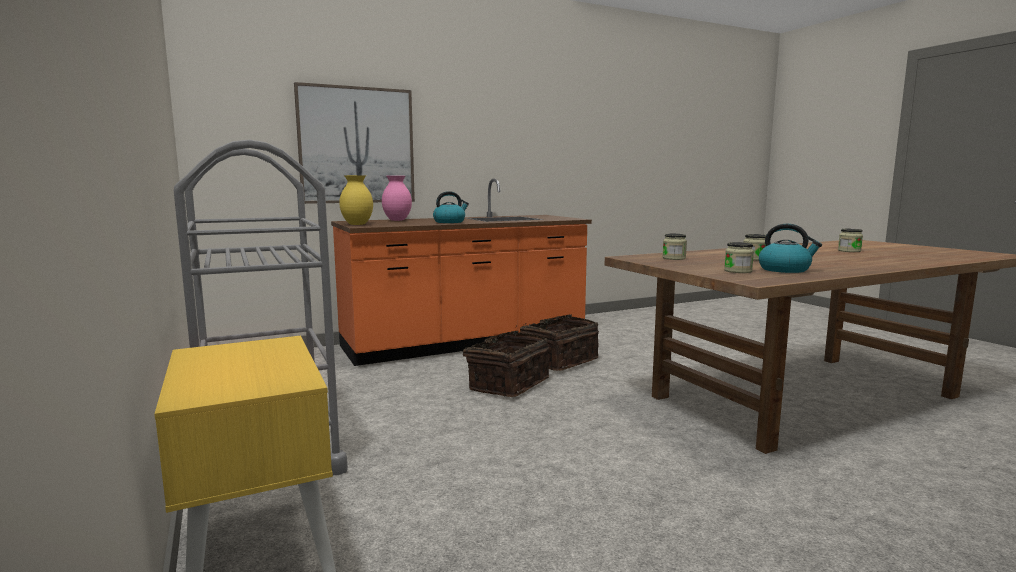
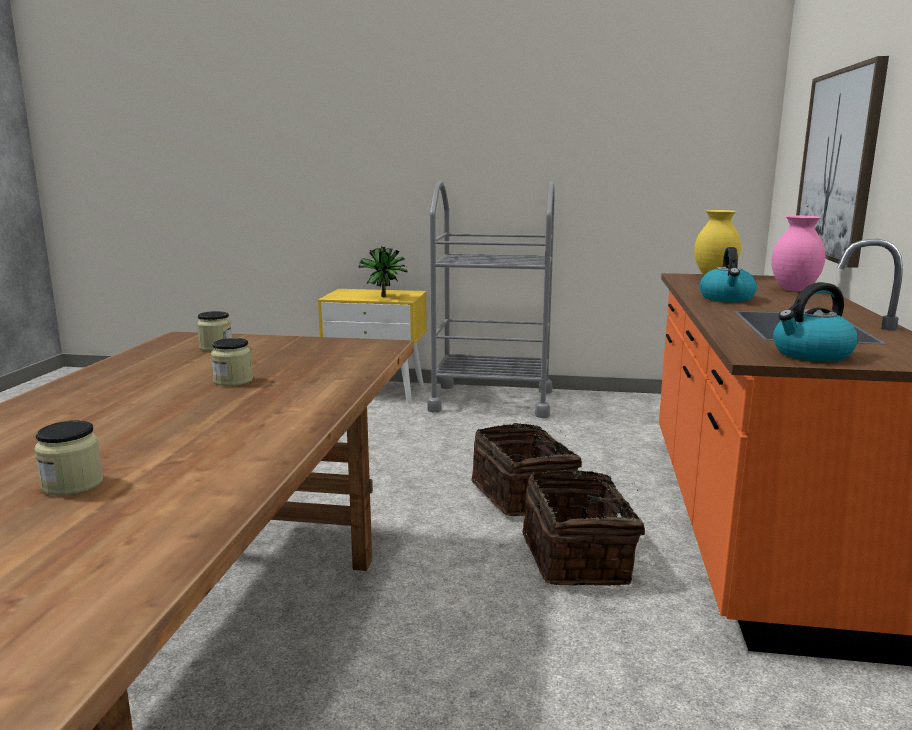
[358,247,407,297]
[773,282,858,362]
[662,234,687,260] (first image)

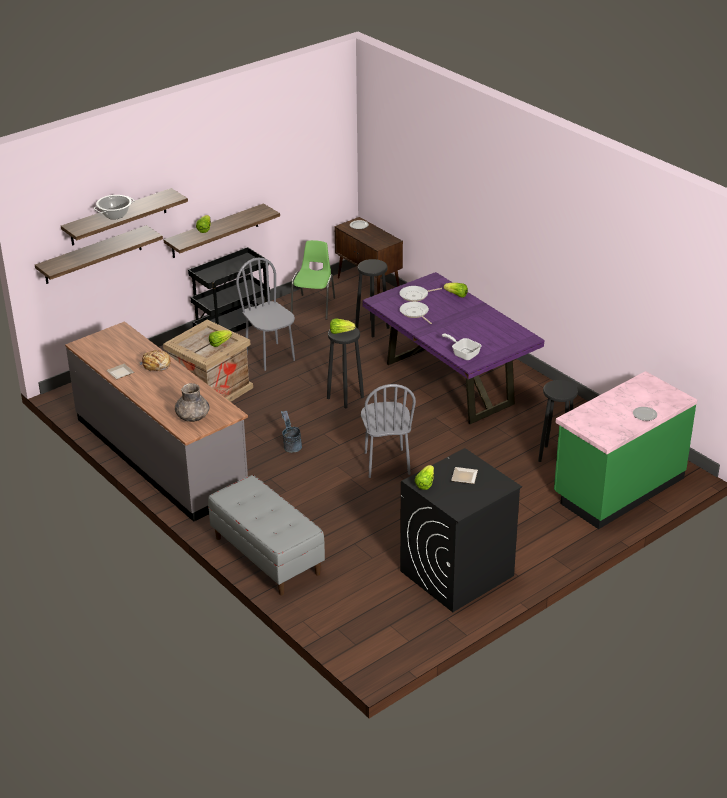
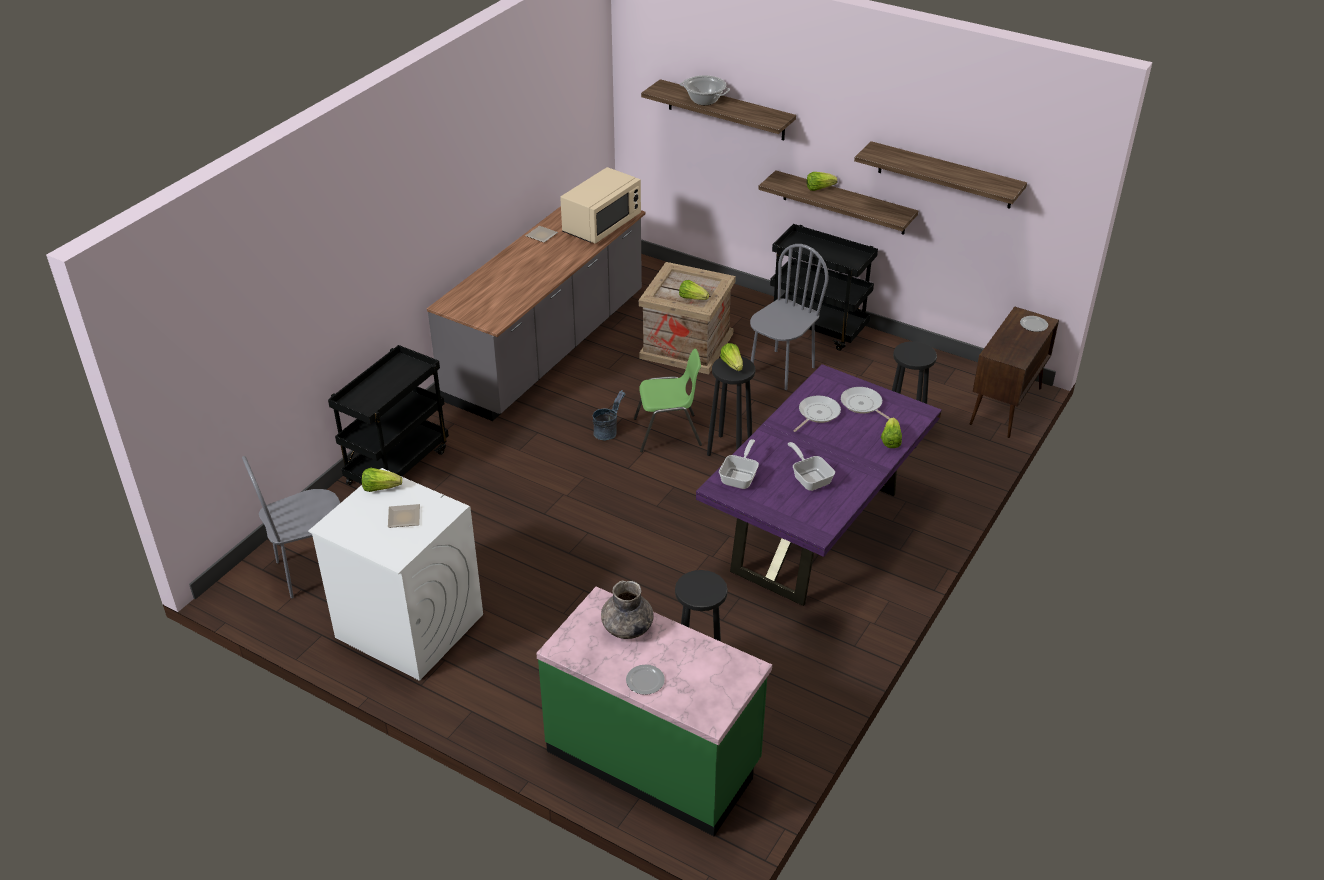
[242,456,340,598]
[308,468,483,681]
[328,345,449,485]
[560,167,641,244]
[601,581,654,639]
[634,349,702,452]
[788,442,835,491]
[854,141,1027,209]
[139,350,170,372] (first image)

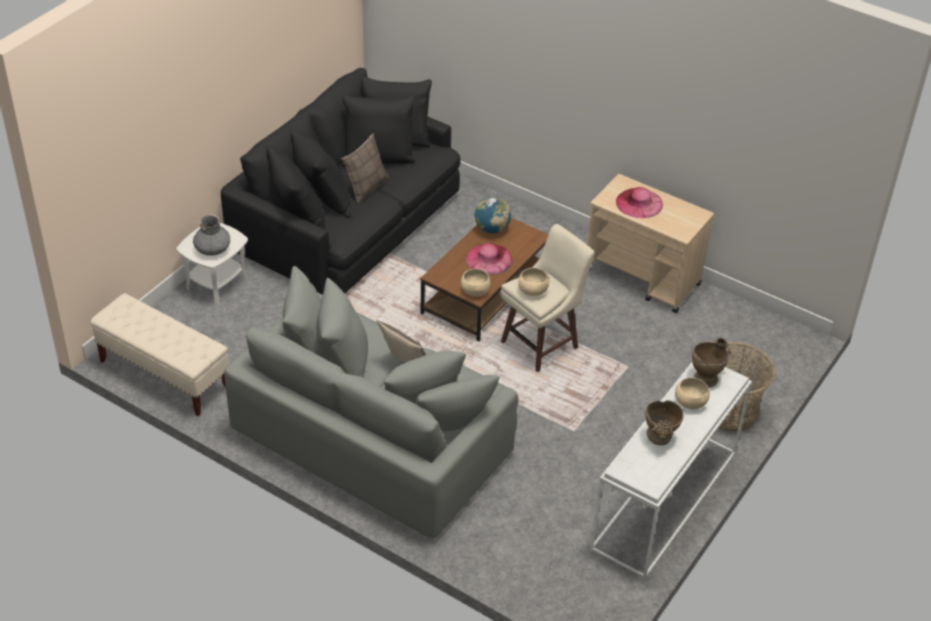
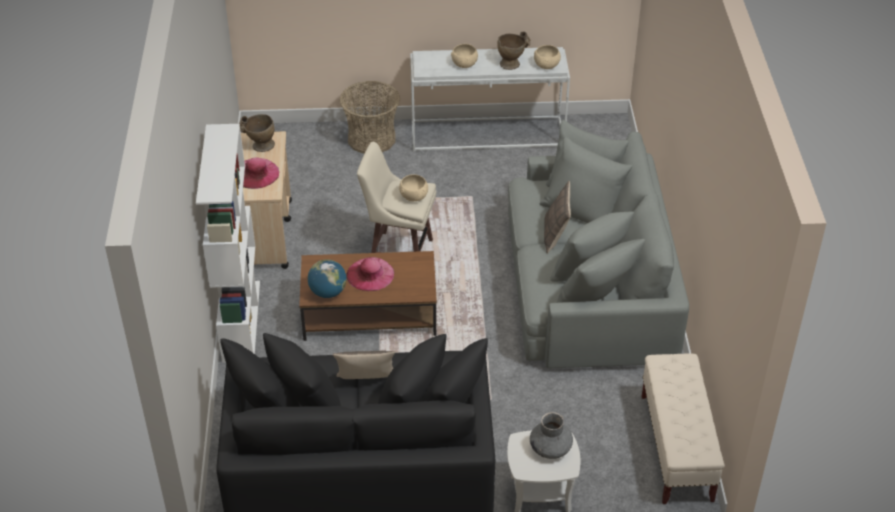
[196,124,260,363]
[239,114,275,152]
[534,45,561,69]

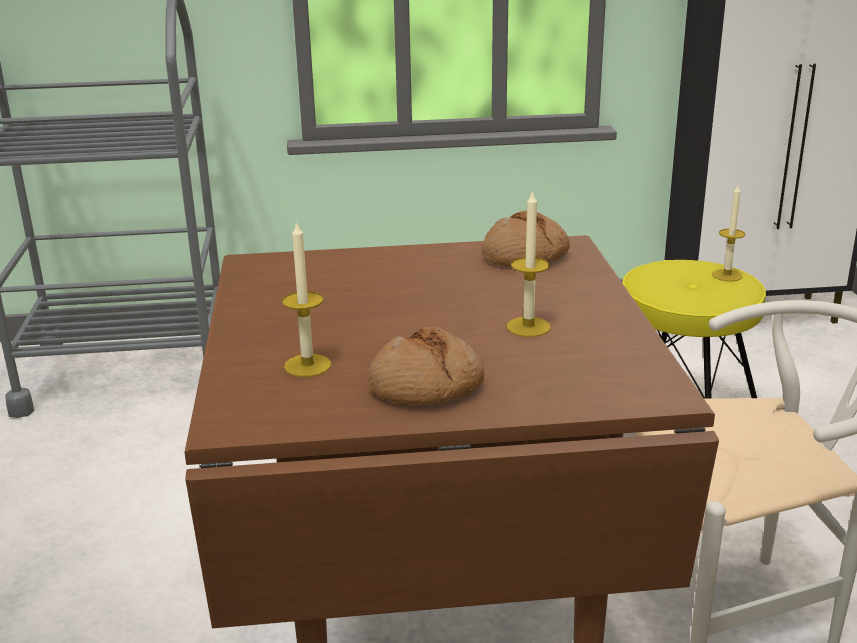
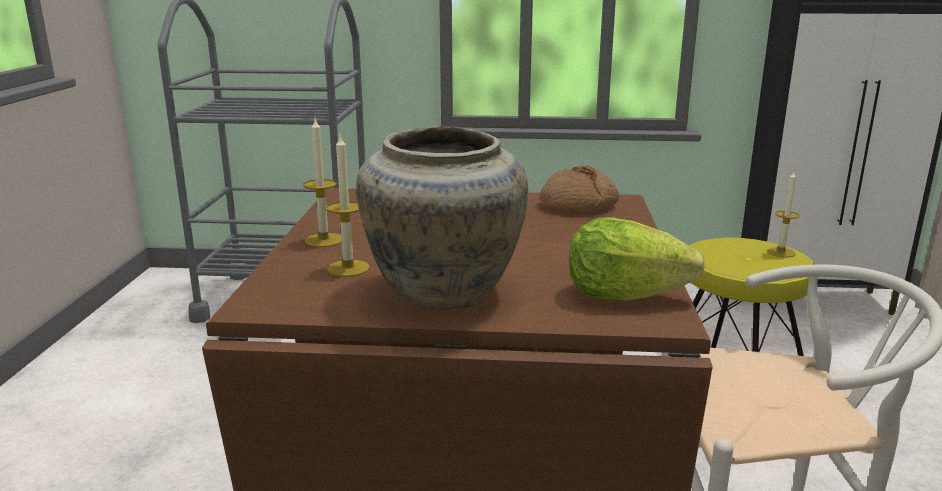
[303,119,341,247]
[356,126,528,310]
[569,217,705,301]

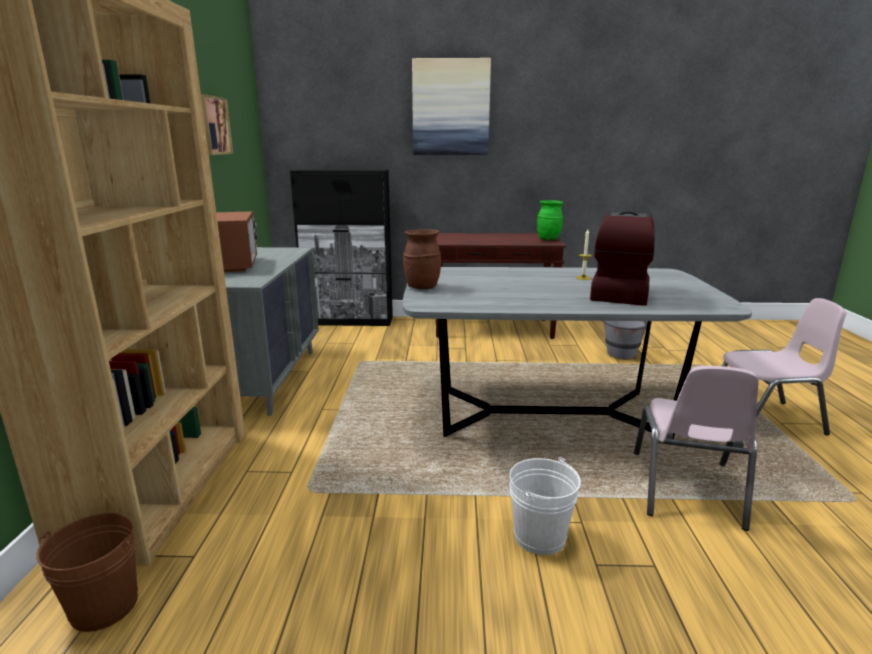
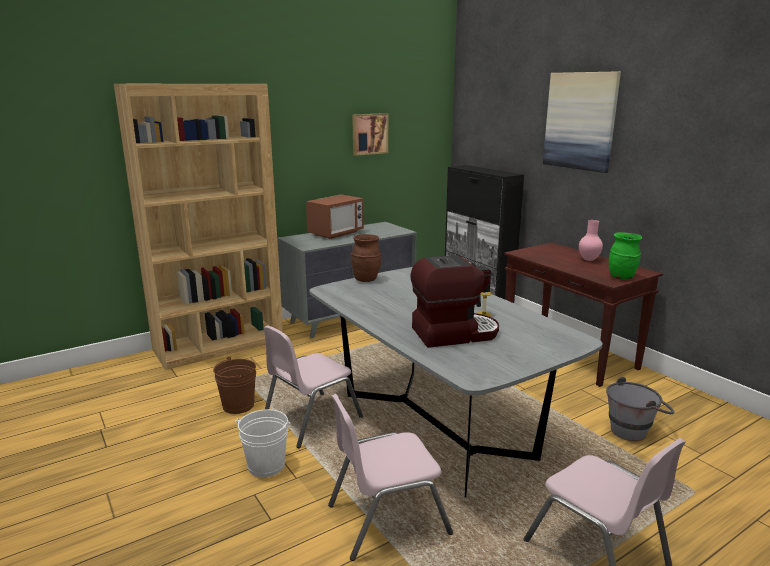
[213,357,256,414]
[263,326,363,448]
[579,220,603,261]

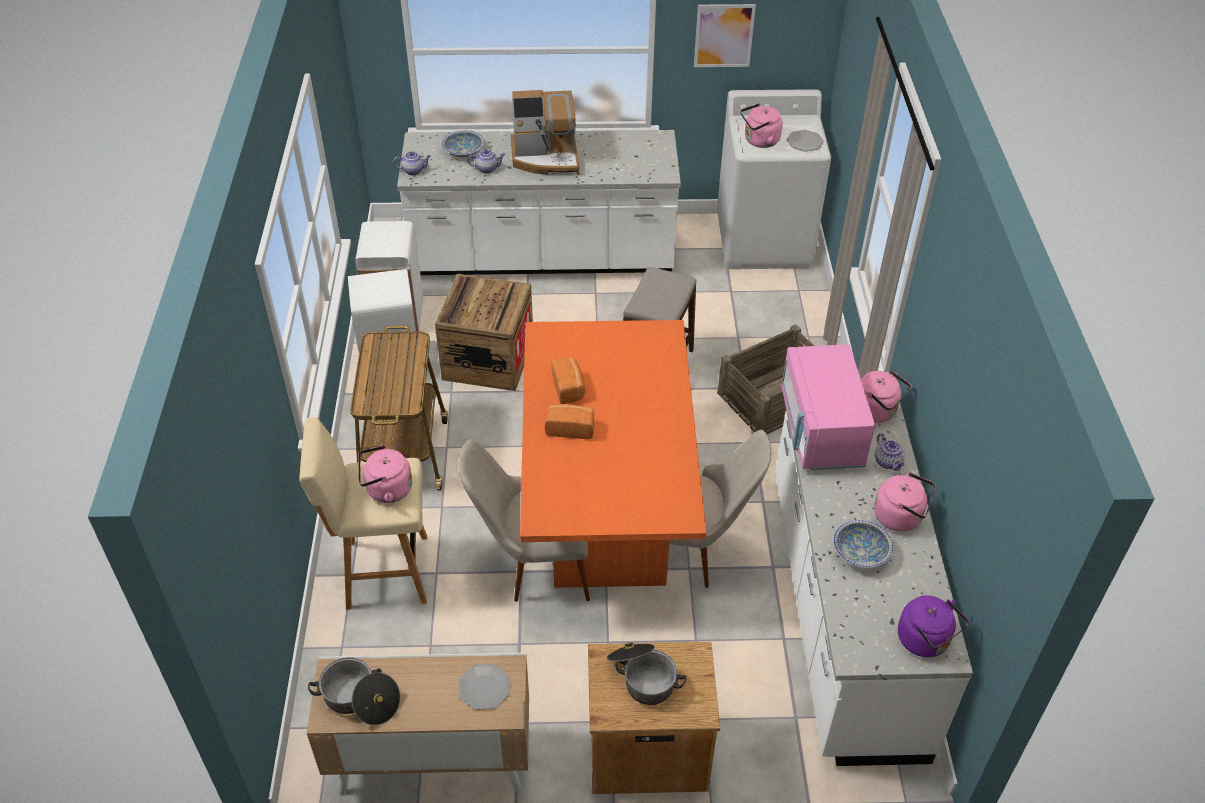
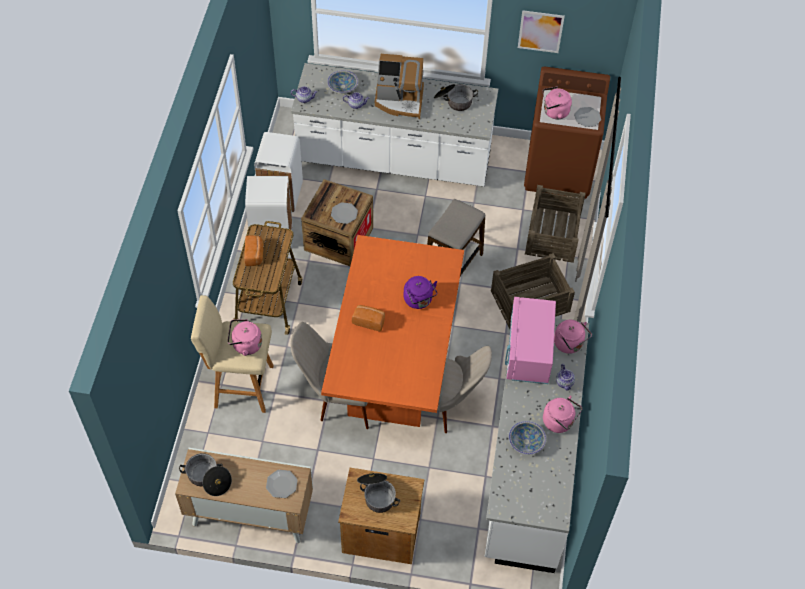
[244,235,264,266]
[331,202,358,224]
[404,276,437,309]
[434,84,478,111]
[524,67,610,199]
[525,185,586,263]

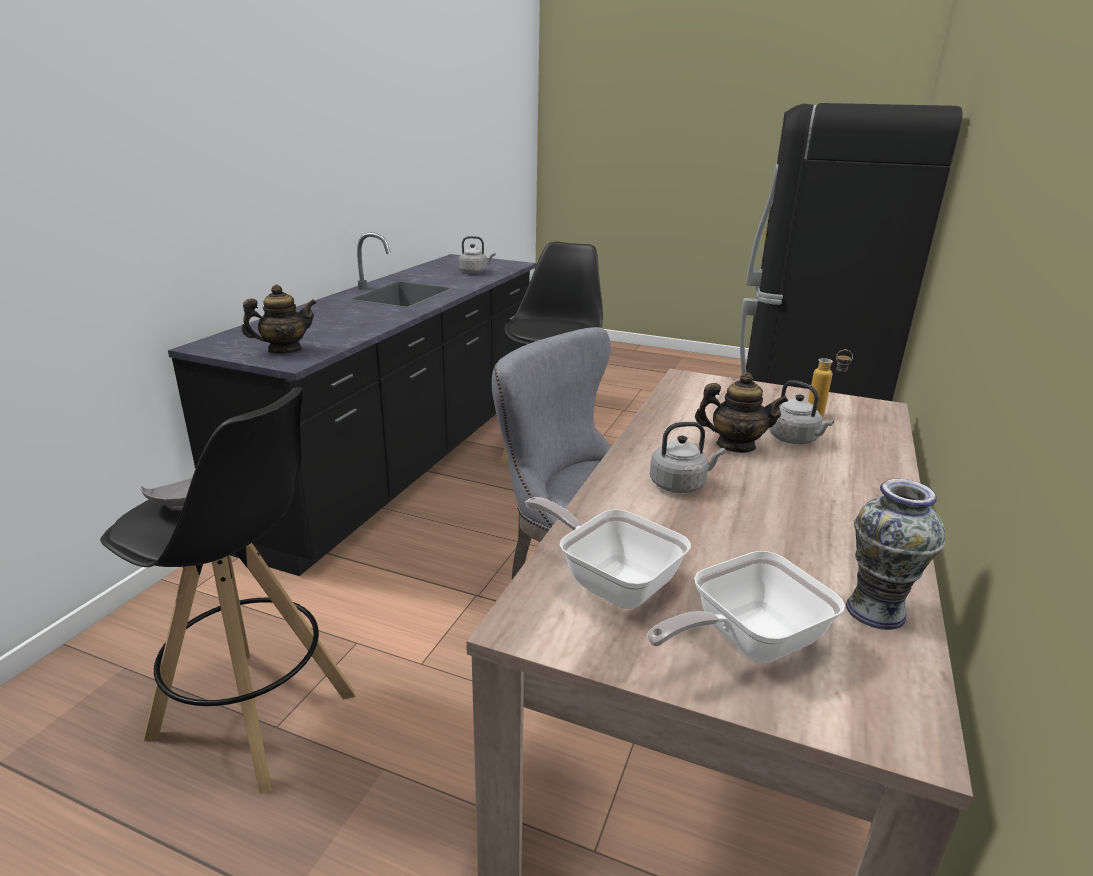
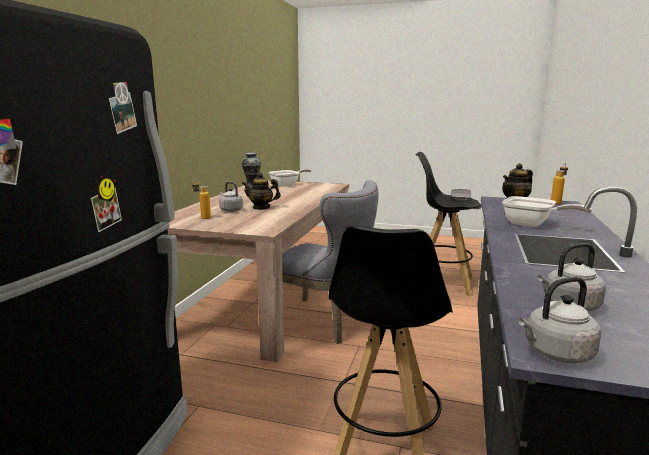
[502,196,592,227]
[518,277,601,363]
[551,163,568,205]

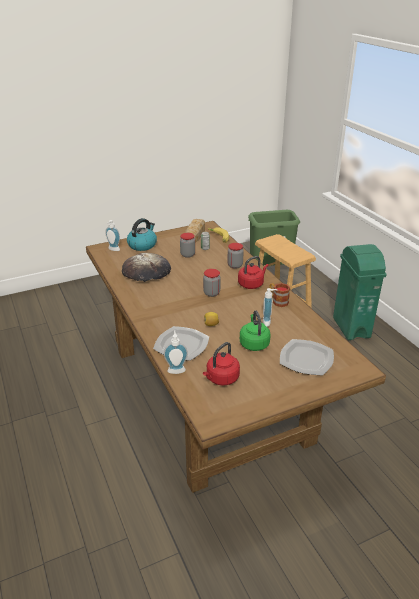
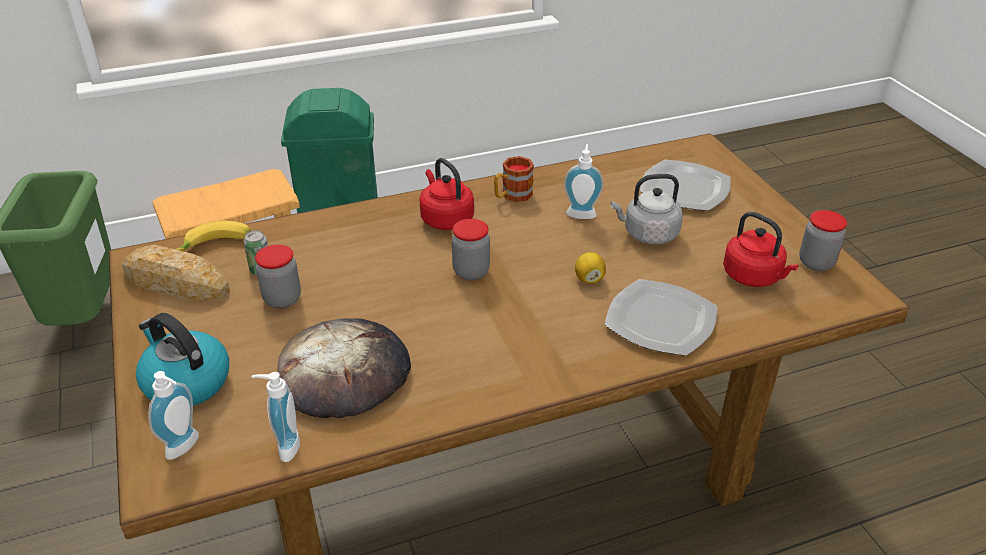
[252,372,300,462]
[611,174,683,244]
[799,210,847,271]

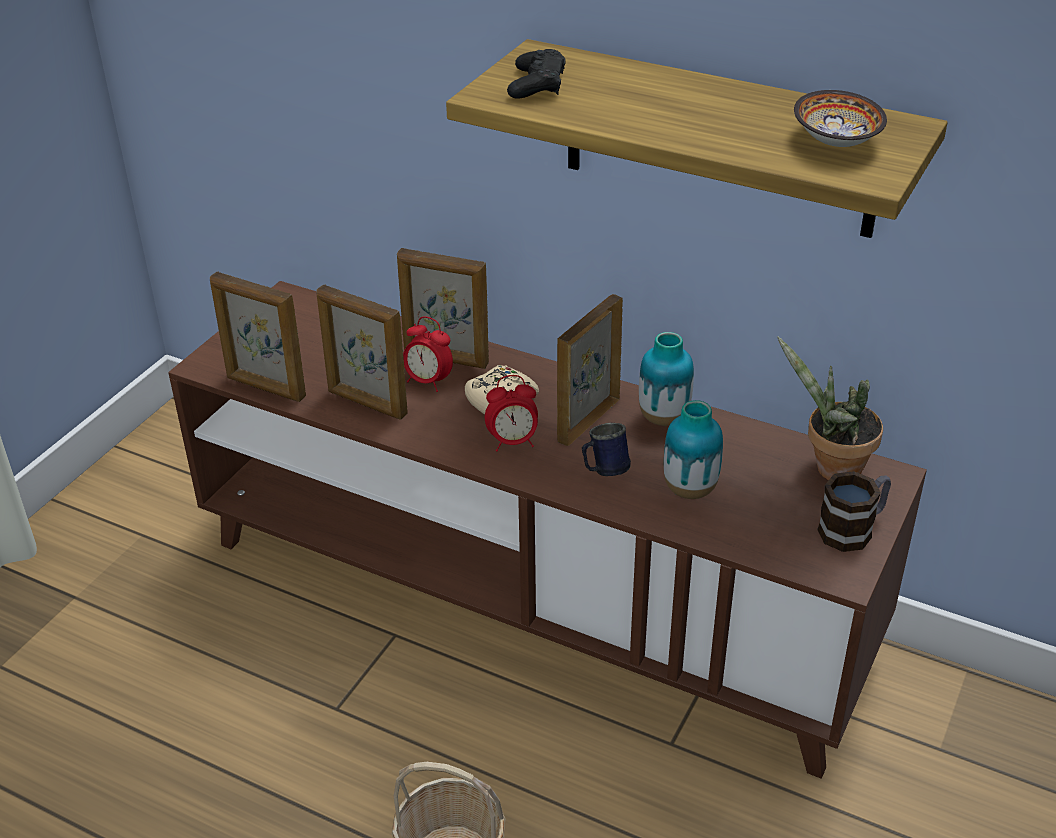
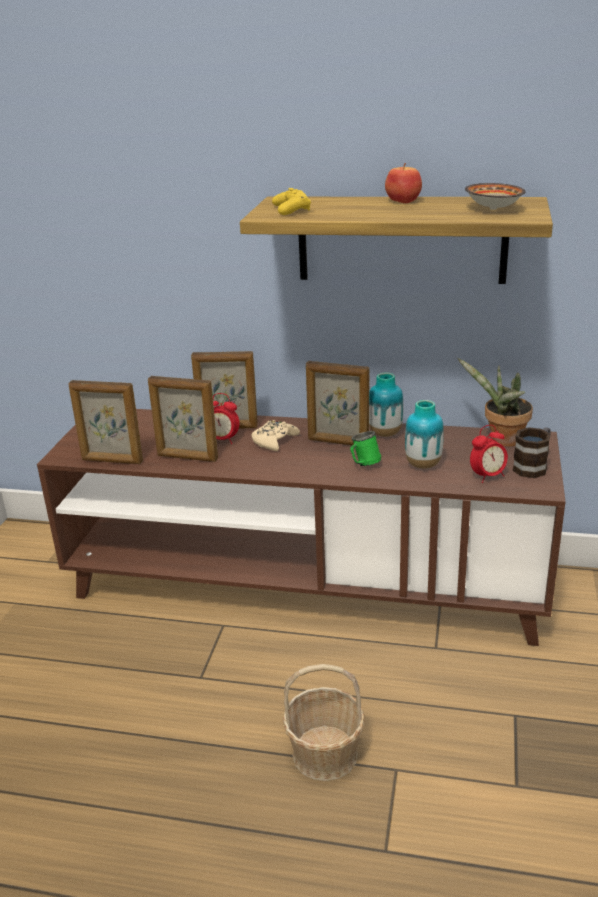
[272,188,311,215]
[306,361,369,445]
[350,431,381,466]
[385,163,422,203]
[470,425,508,483]

